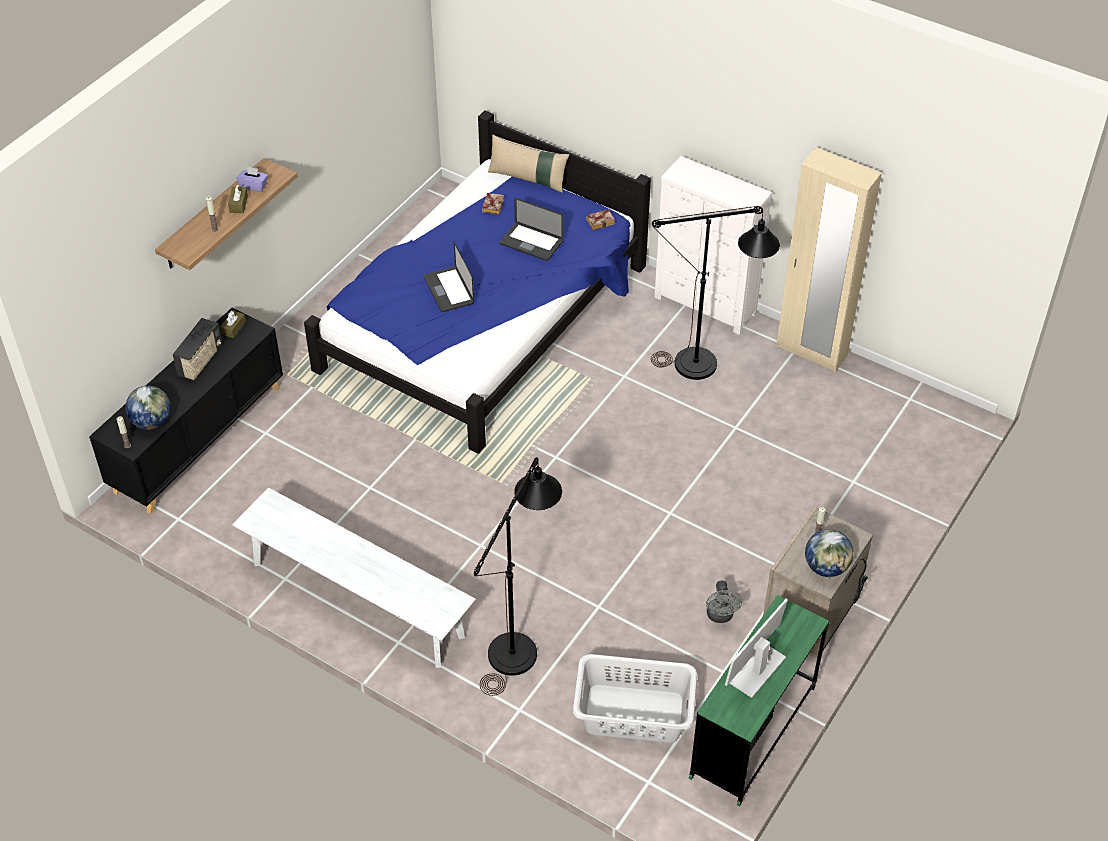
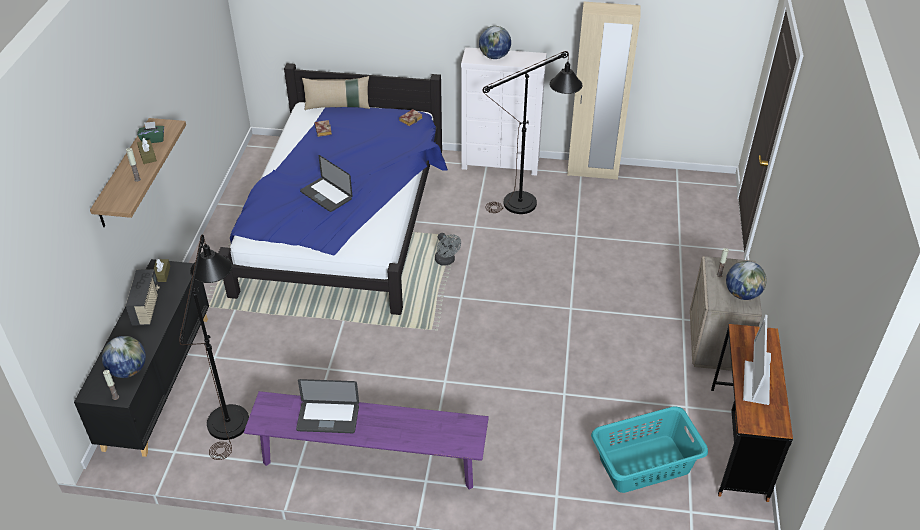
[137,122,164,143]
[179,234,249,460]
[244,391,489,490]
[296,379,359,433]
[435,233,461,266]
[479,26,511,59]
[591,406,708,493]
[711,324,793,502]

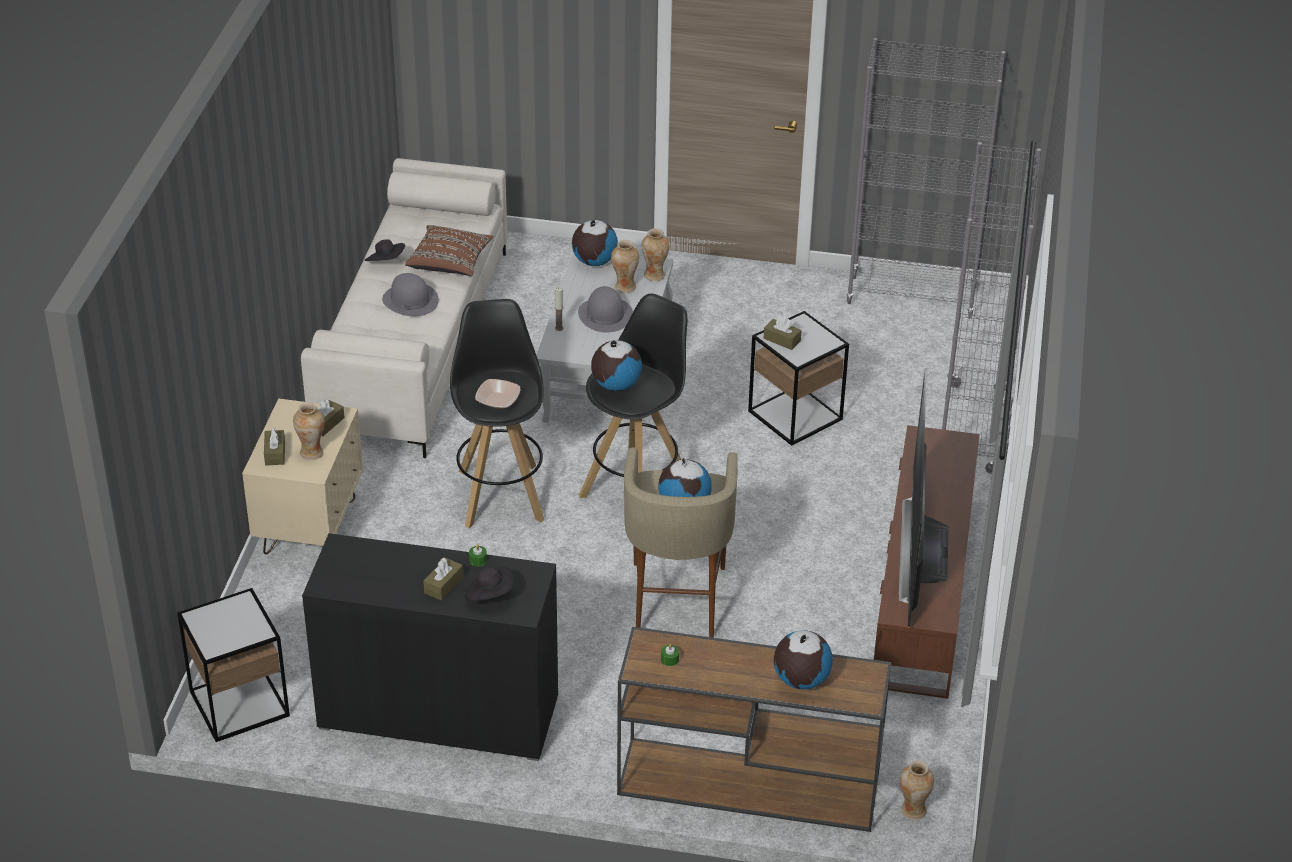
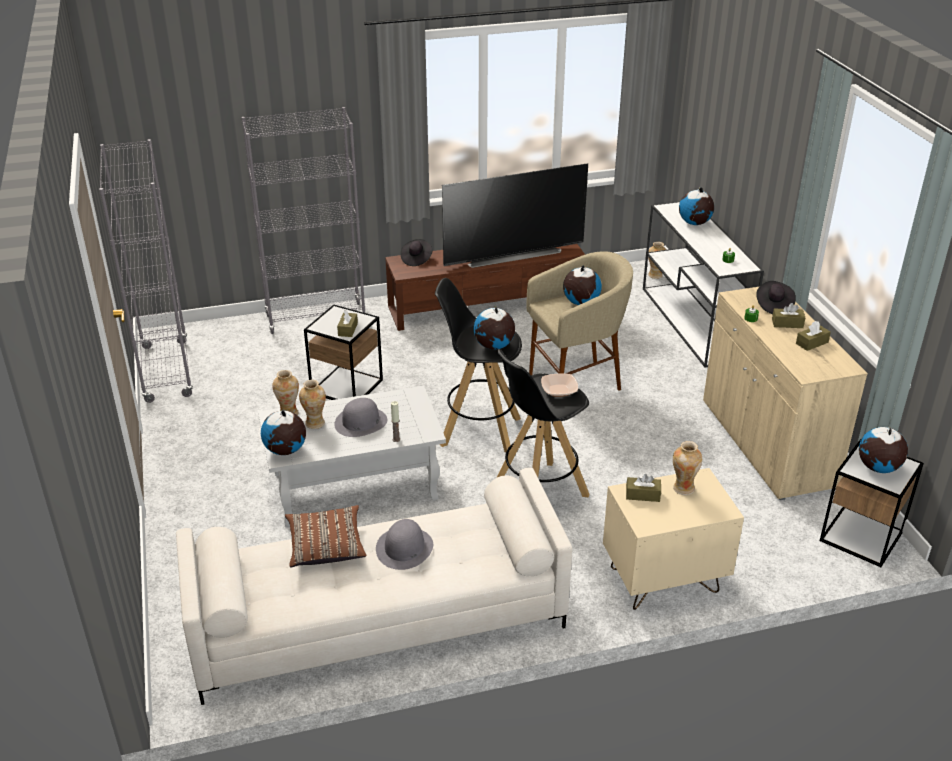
[401,239,433,266]
[643,201,764,367]
[703,287,868,500]
[796,321,831,351]
[859,427,908,473]

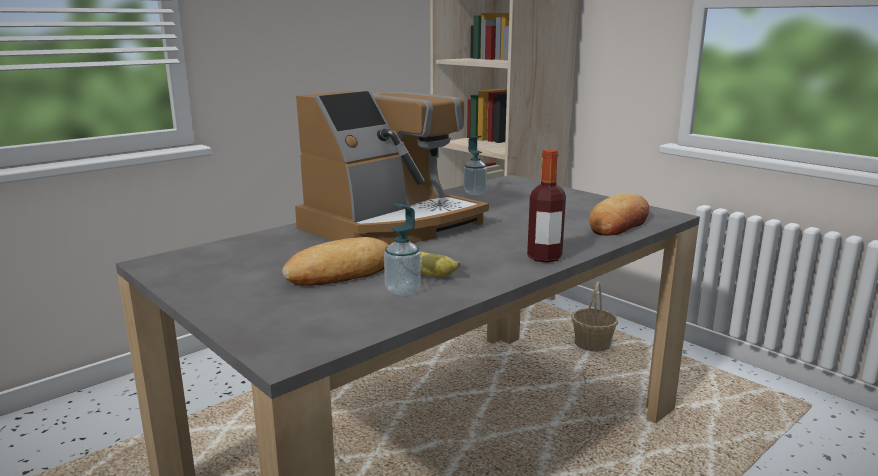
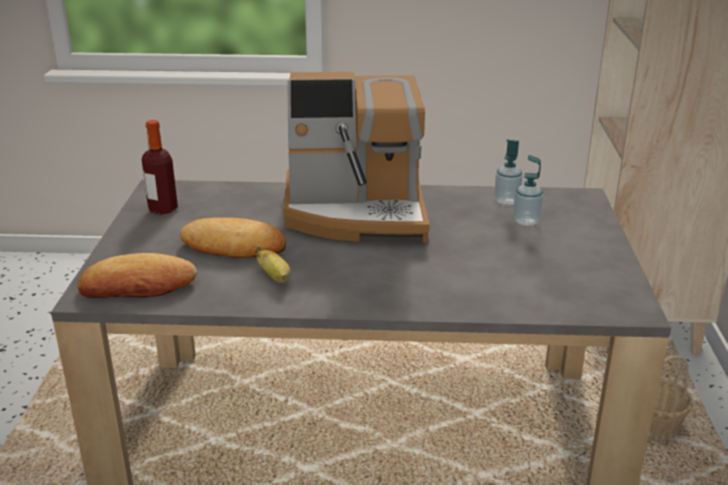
[78,253,197,298]
[142,120,178,215]
[513,155,544,226]

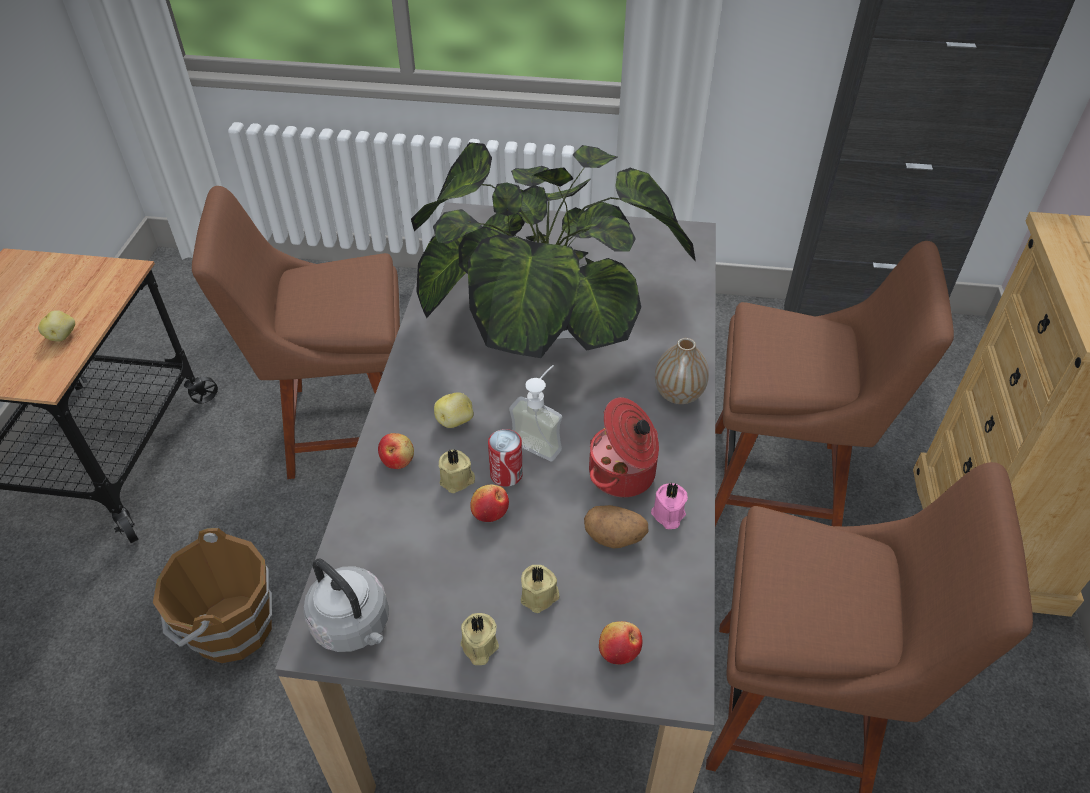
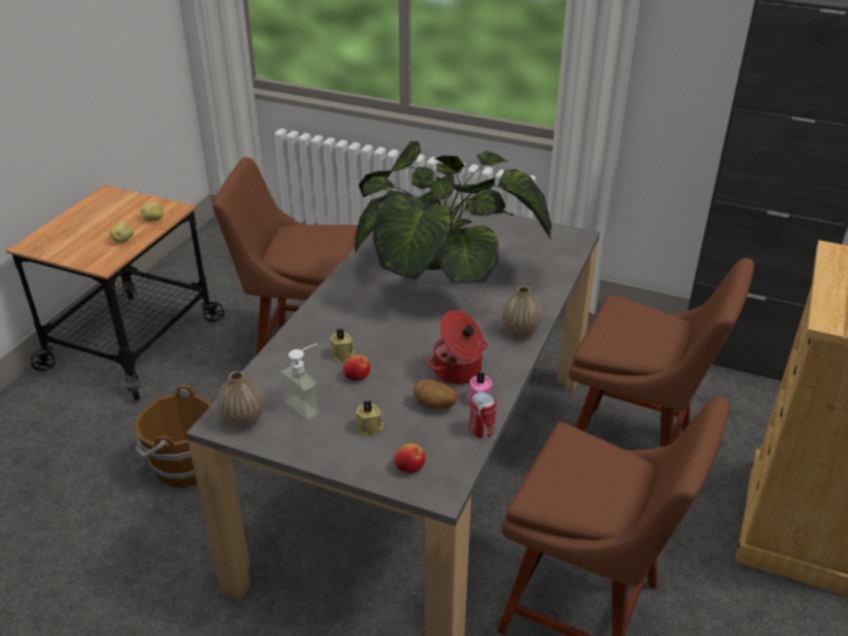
[140,202,164,221]
[218,371,263,428]
[281,344,319,420]
[469,392,497,438]
[378,433,414,469] (first image)
[461,613,499,665] (first image)

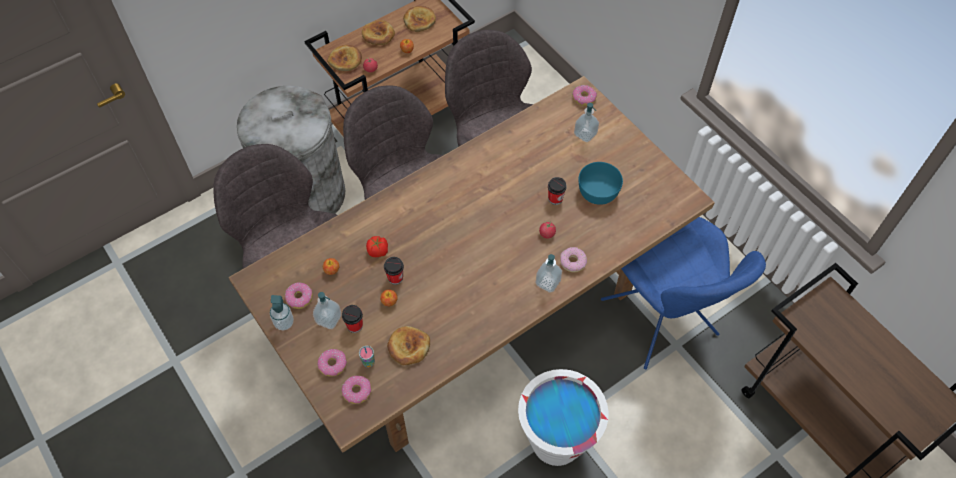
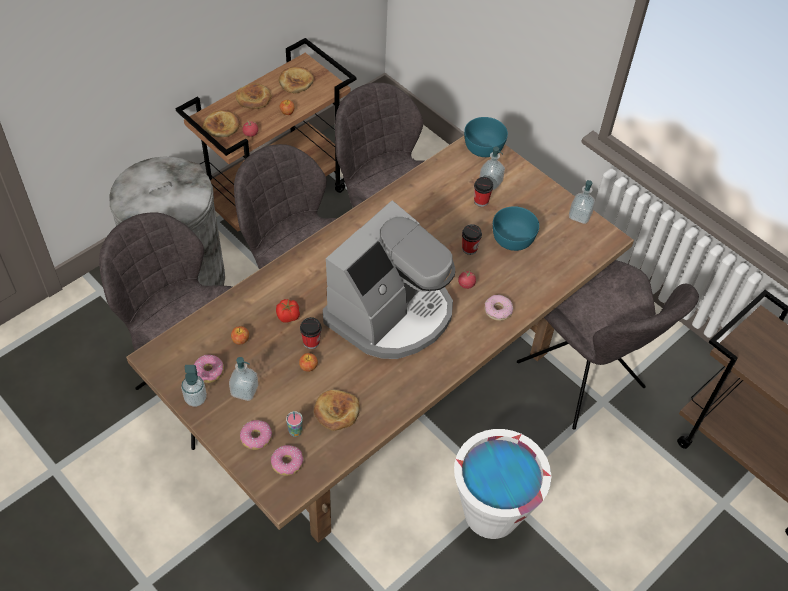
[323,200,455,359]
[464,117,508,157]
[474,177,493,207]
[517,260,699,430]
[569,180,595,224]

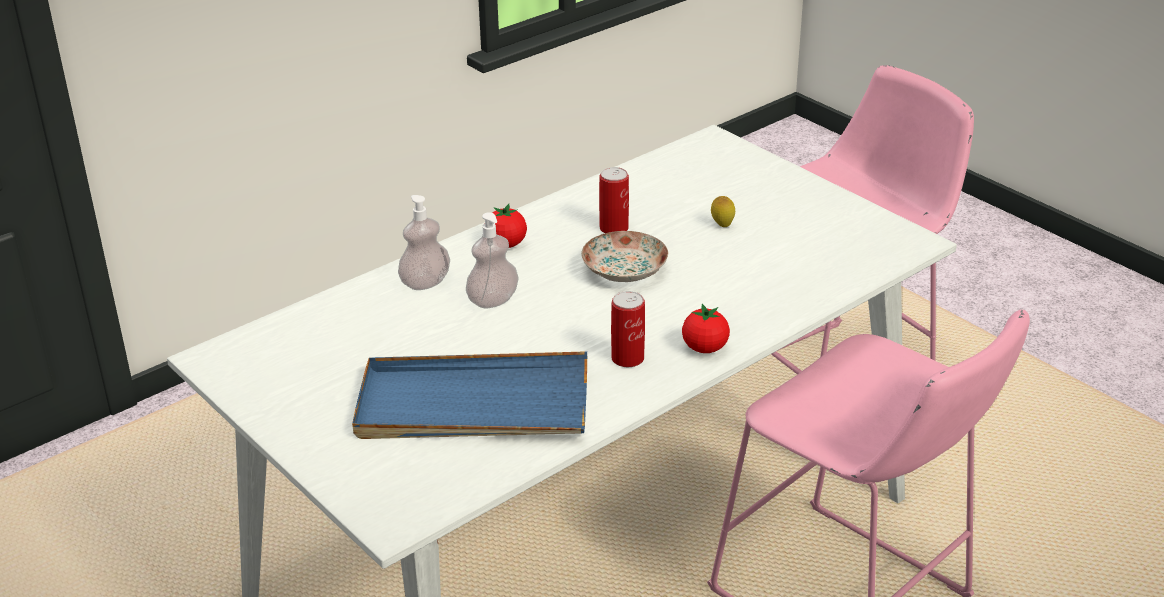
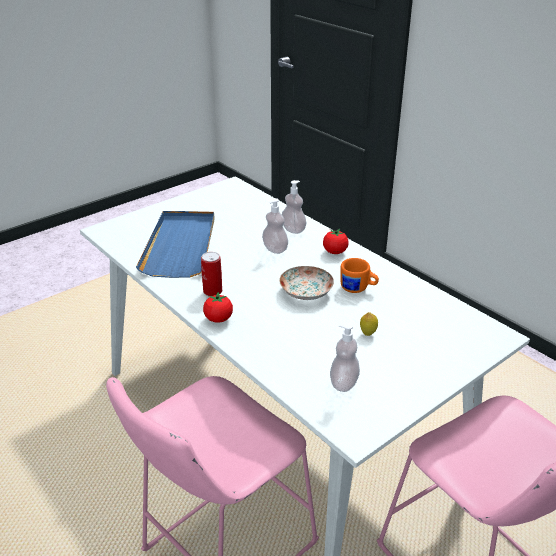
[330,323,360,392]
[340,258,379,293]

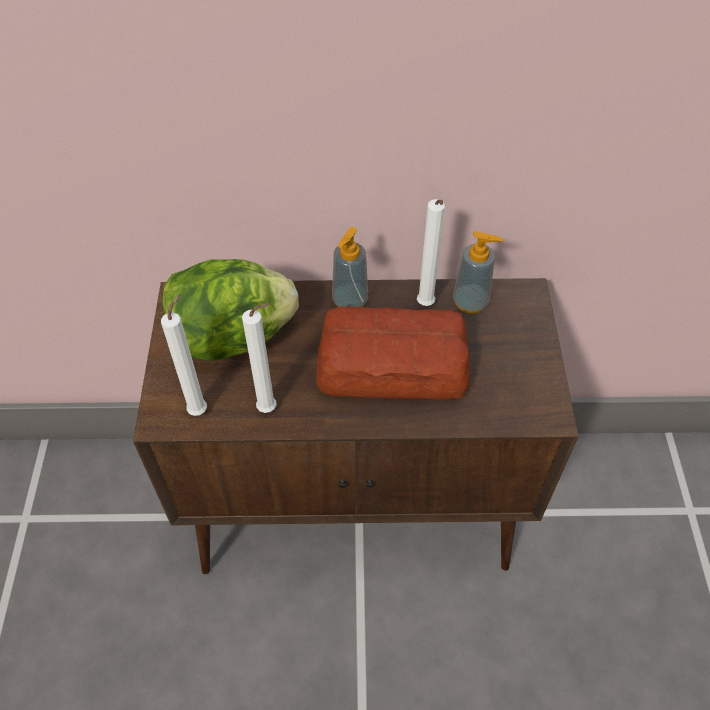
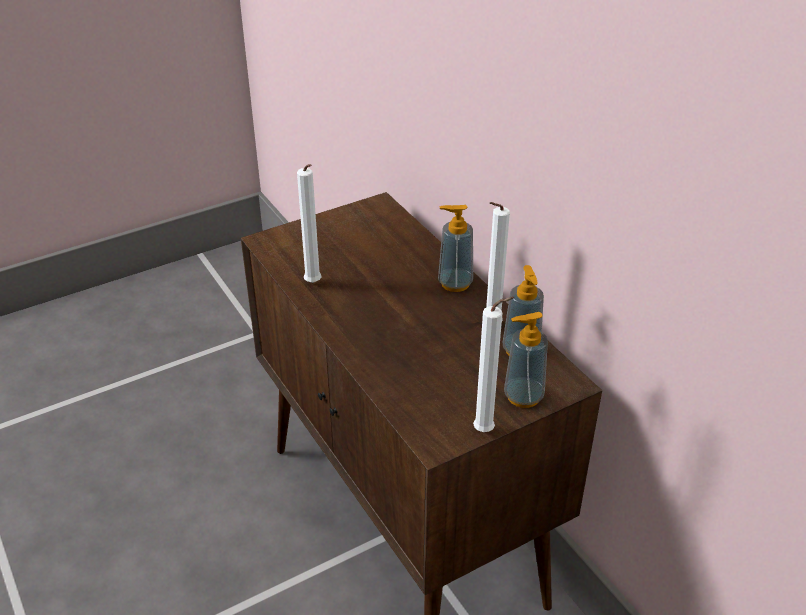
[473,297,514,432]
[504,312,548,408]
[162,259,299,361] (first image)
[316,307,470,400] (first image)

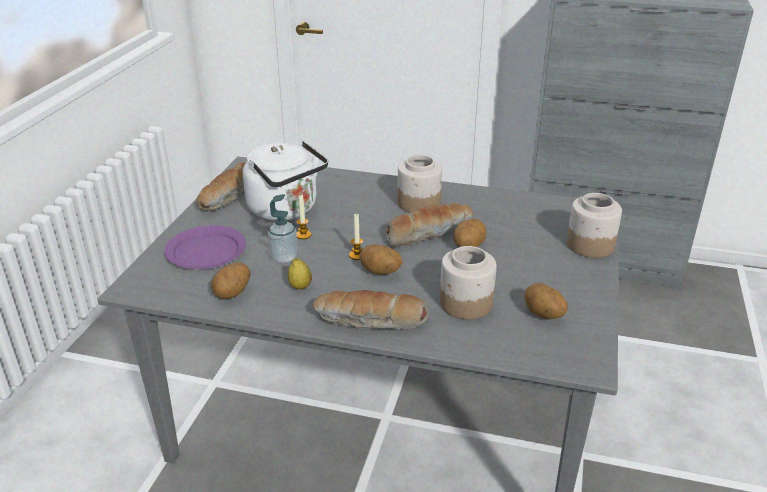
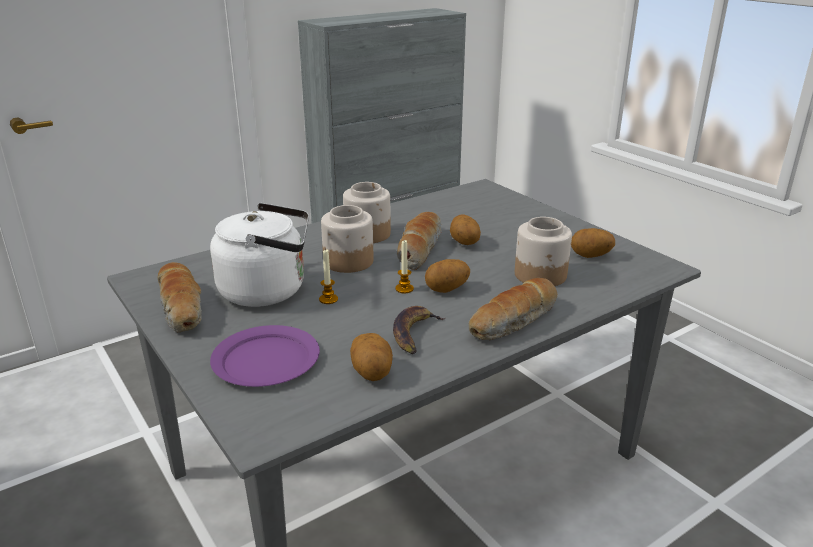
[321,205,374,273]
[393,306,445,354]
[268,194,298,263] (first image)

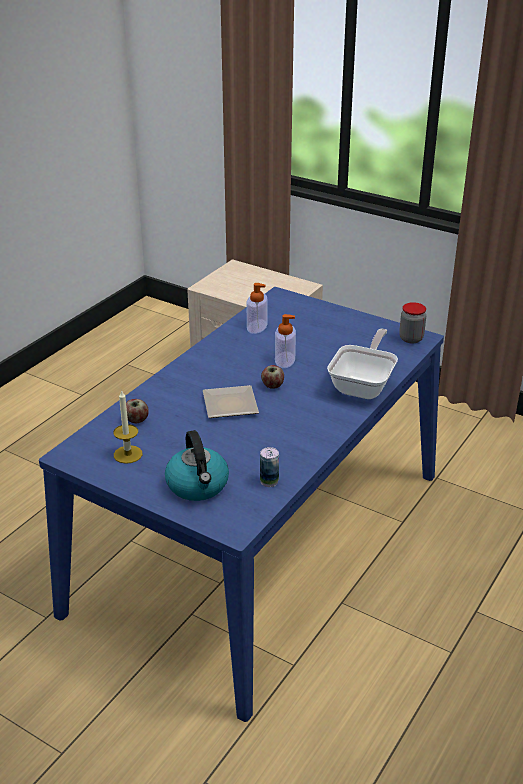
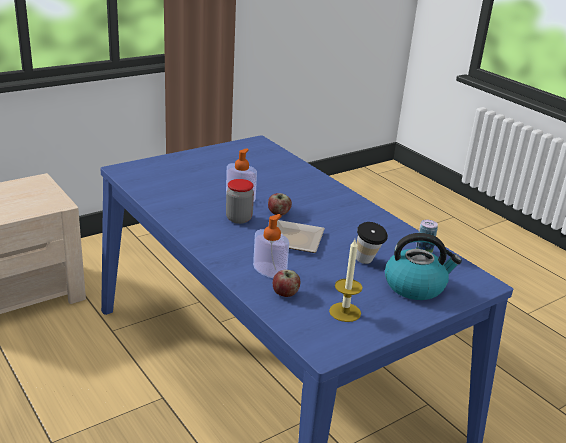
[226,179,254,224]
[253,214,289,278]
[356,222,388,264]
[327,329,398,399] (first image)

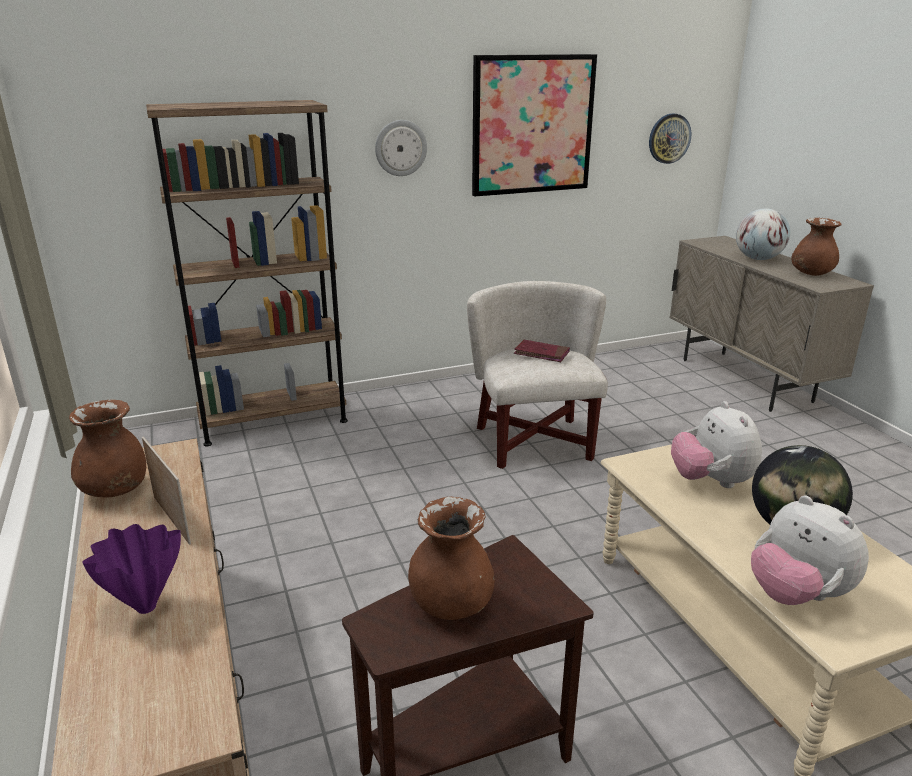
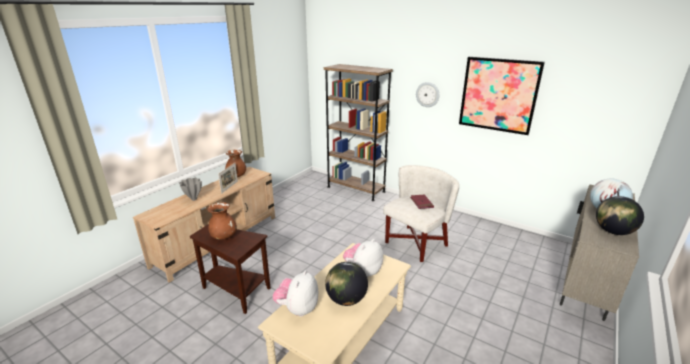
[179,177,202,201]
[596,196,644,235]
[649,114,691,164] (first image)

